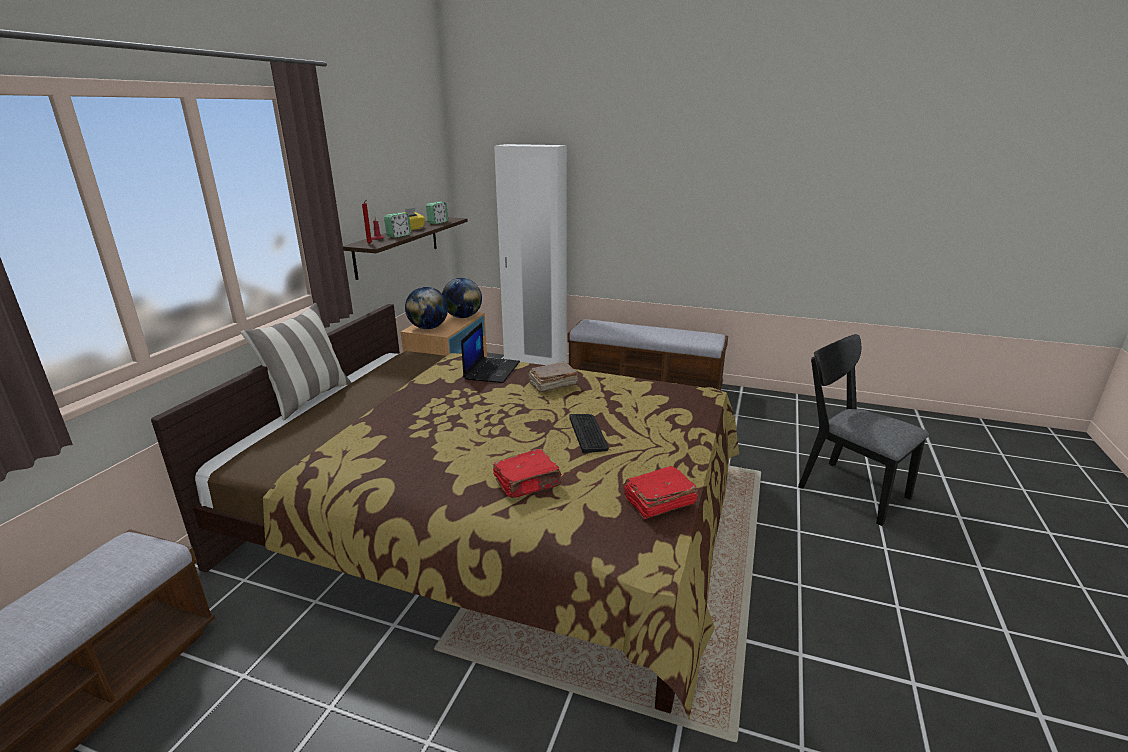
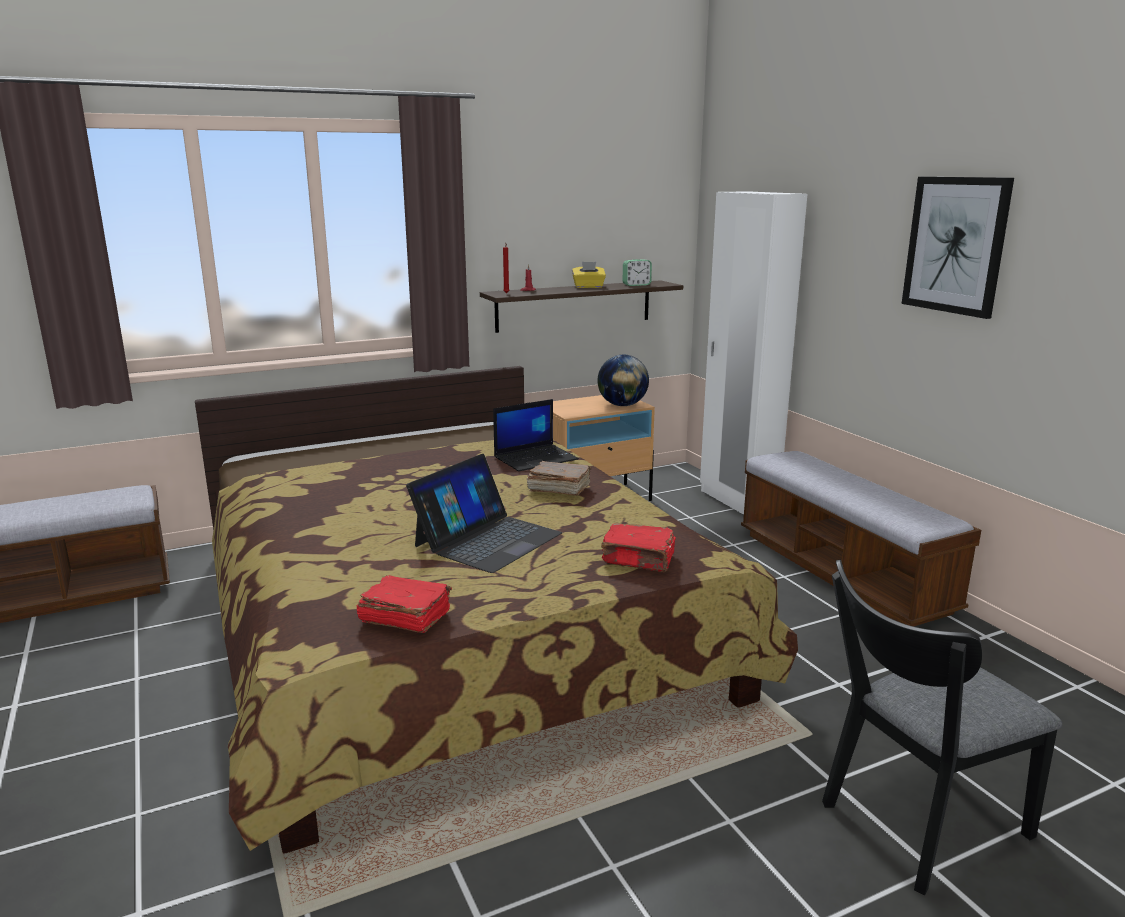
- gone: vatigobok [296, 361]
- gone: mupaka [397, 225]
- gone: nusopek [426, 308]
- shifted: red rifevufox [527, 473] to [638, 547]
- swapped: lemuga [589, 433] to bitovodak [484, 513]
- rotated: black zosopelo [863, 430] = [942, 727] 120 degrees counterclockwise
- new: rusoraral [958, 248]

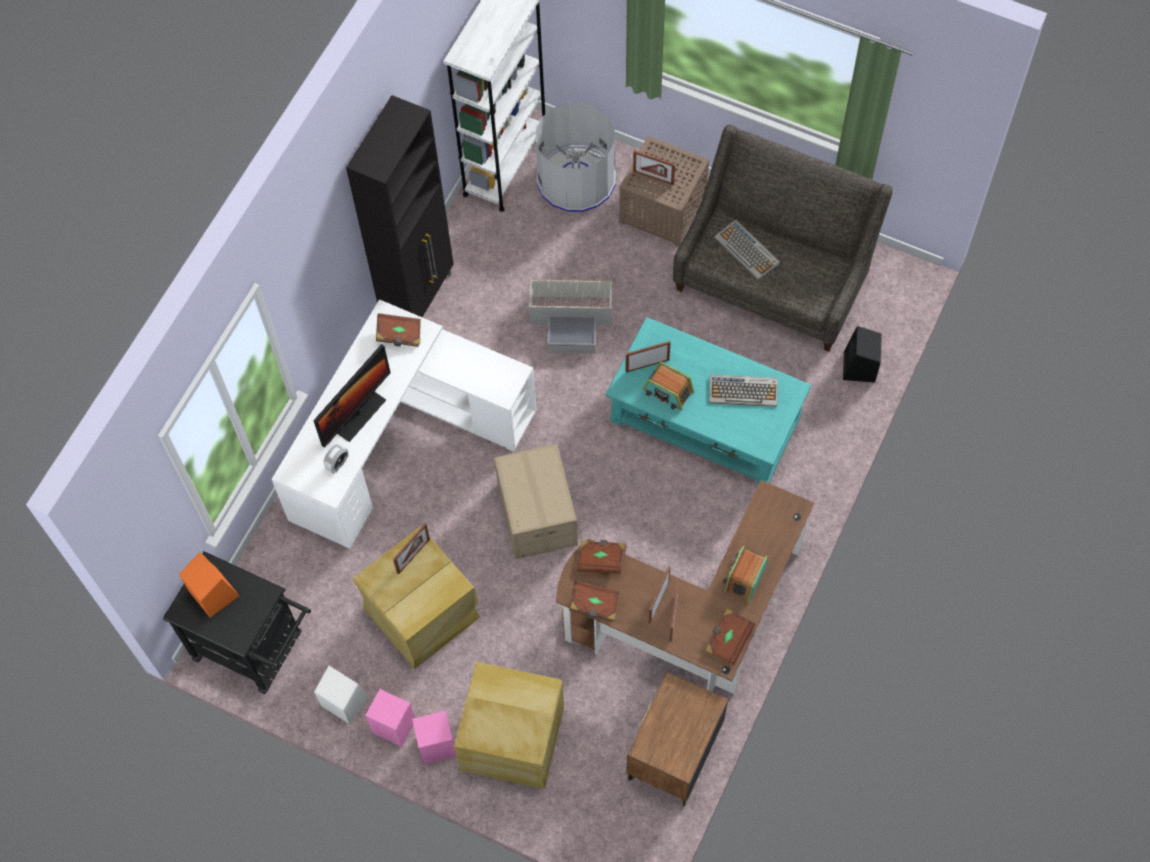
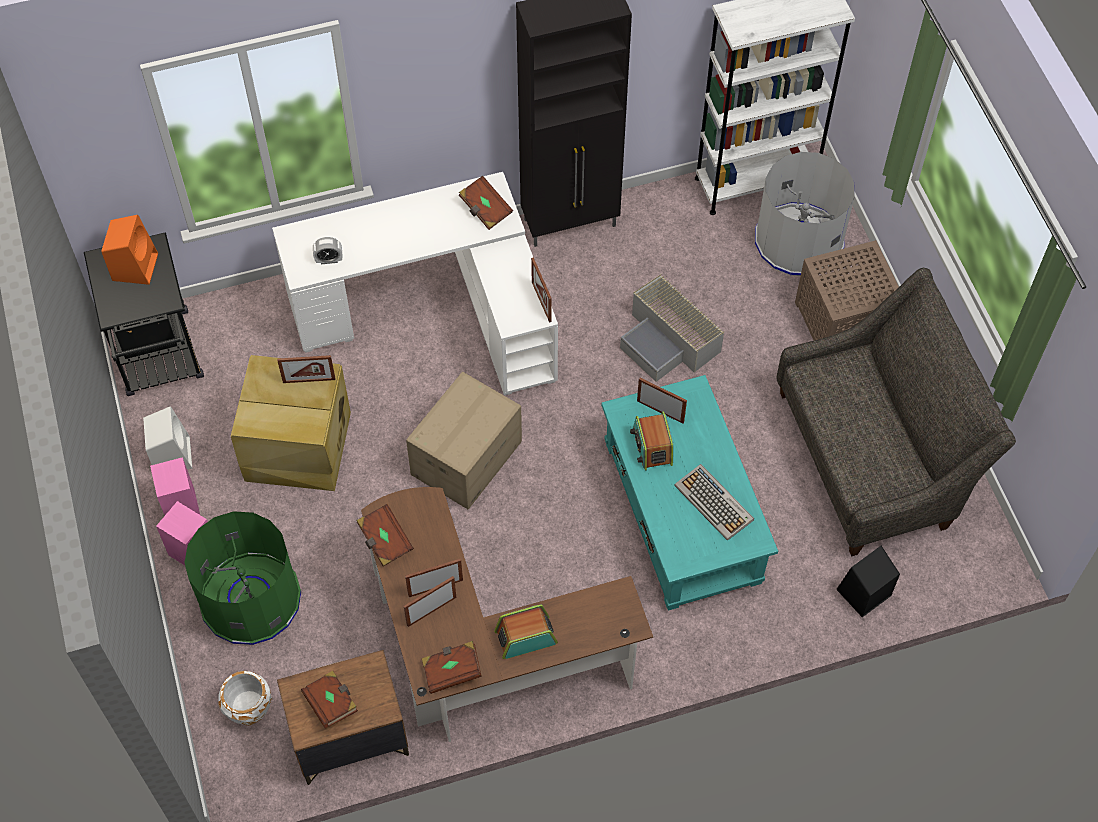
- gone: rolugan [352, 396]
- swapped: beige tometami [509, 725] to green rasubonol [242, 578]
- shifted: brown rifevufox [601, 557] to [329, 700]
- shifted: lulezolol [654, 167] to [541, 290]
- gone: lemuga [747, 249]
- new: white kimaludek [245, 698]

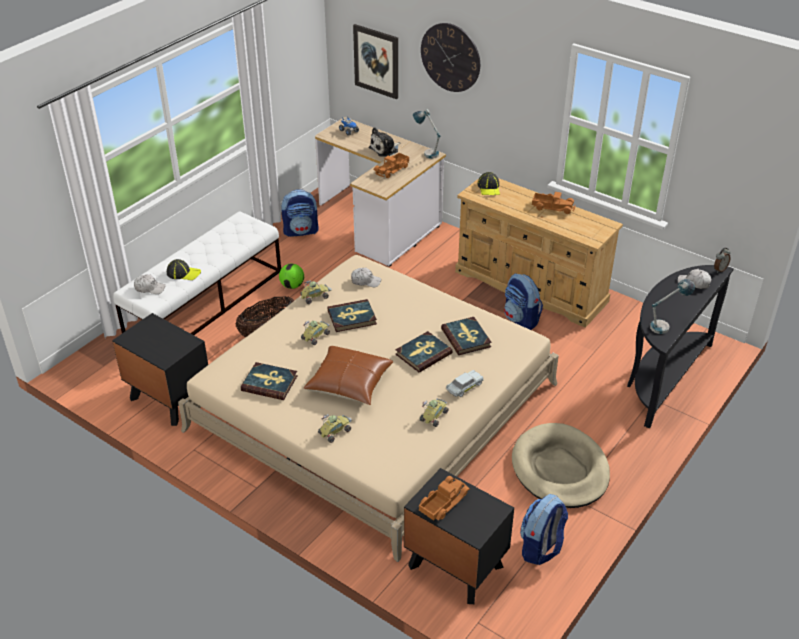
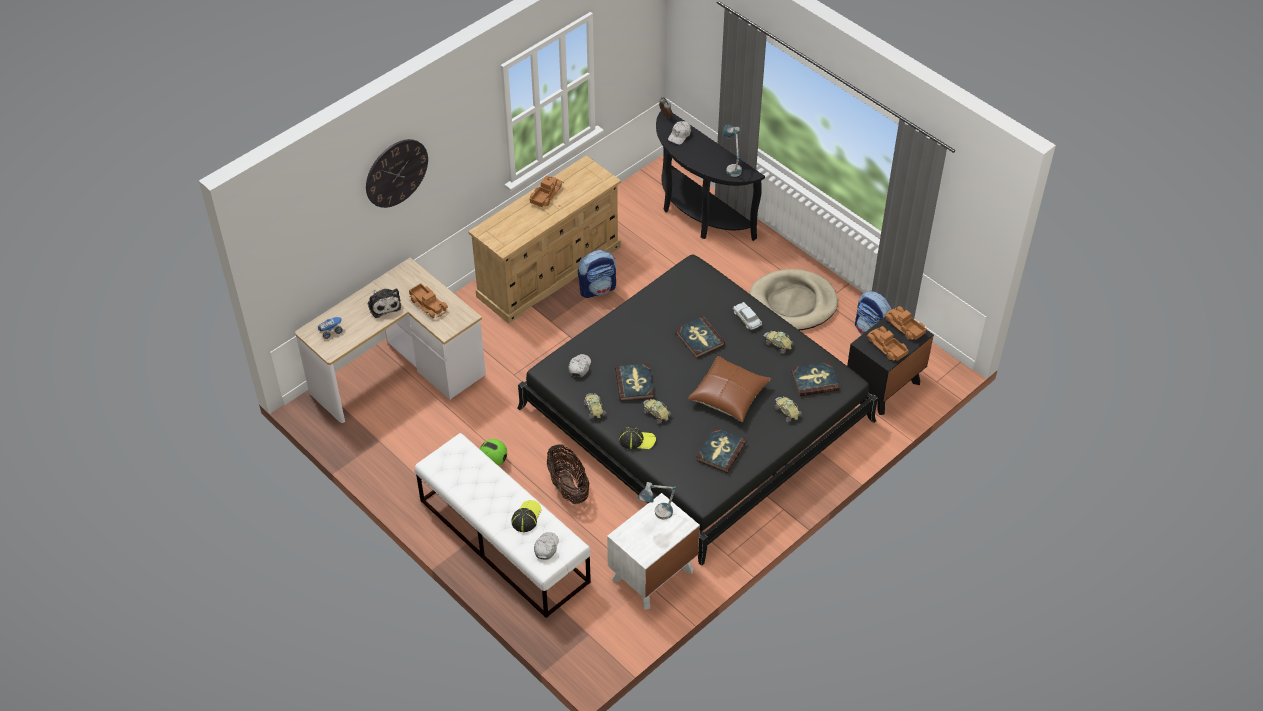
- repainted: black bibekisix [160, 369] to white bibekisix [653, 551]
- repainted: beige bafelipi [368, 408] to black bafelipi [697, 410]
- gone: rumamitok [300, 213]
- gone: rusoraral [375, 61]
- shifted: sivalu [426, 134] to [656, 500]
- shifted: rifevufox [466, 336] to [815, 378]
- shifted: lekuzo [488, 183] to [637, 437]
- new: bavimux [905, 323]

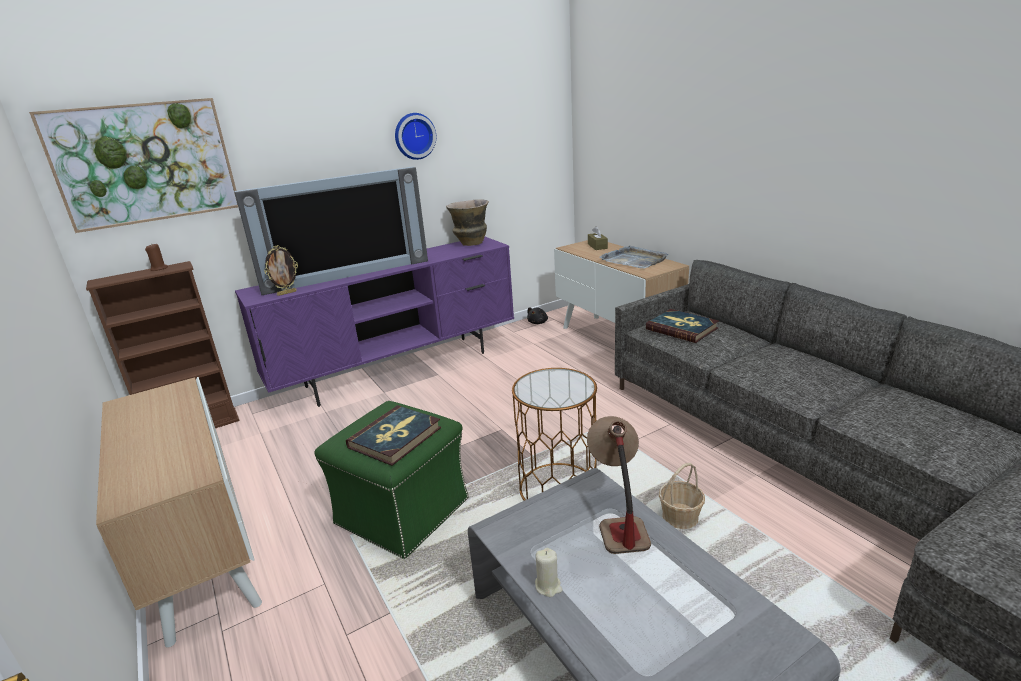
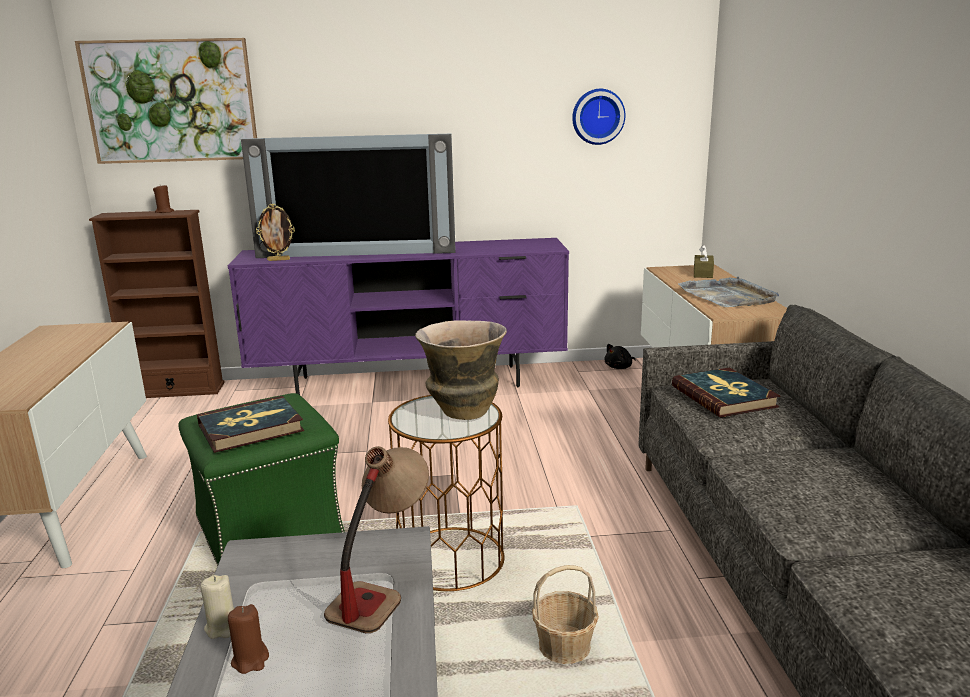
- shifted: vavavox [415, 136] to [598, 117]
- shifted: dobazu [467, 222] to [461, 370]
- new: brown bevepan [248, 639]

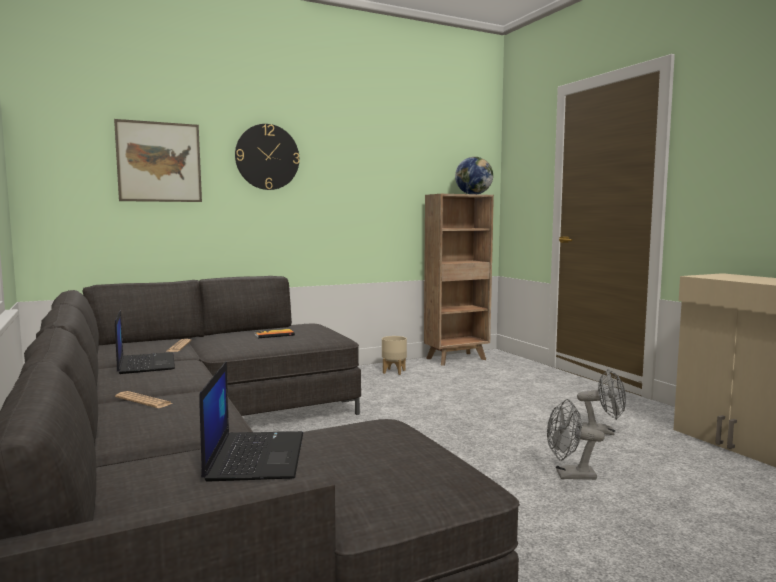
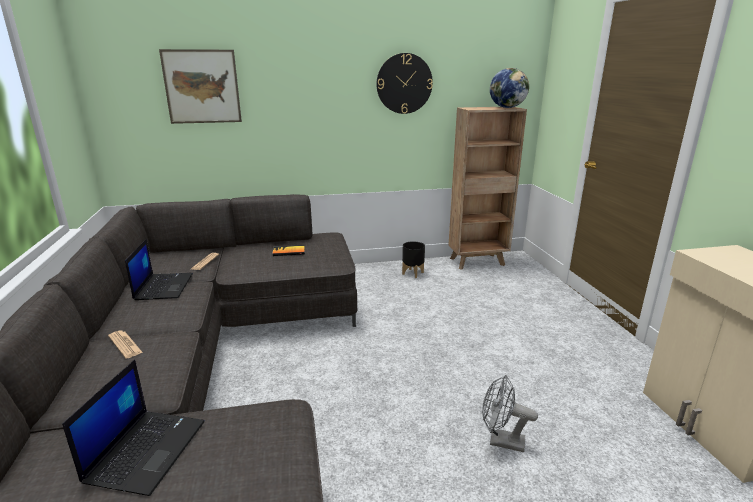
- shifted: vavavox [267, 157] to [404, 83]
- repainted: beige kimaludek [394, 355] to black kimaludek [413, 259]
- gone: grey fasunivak [601, 402]

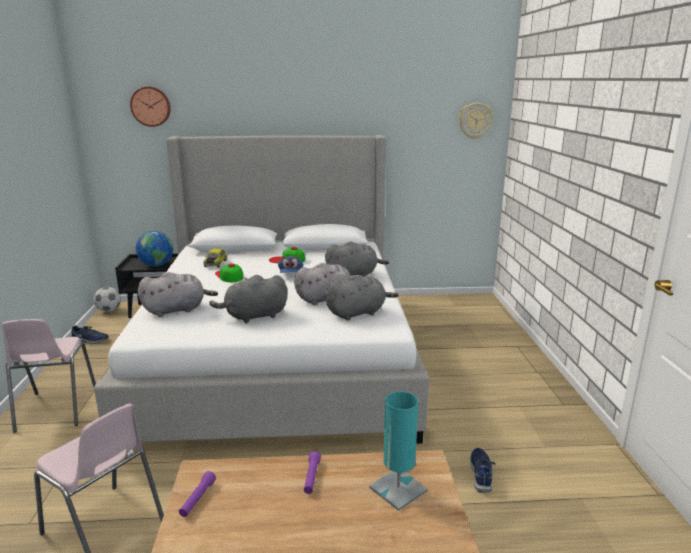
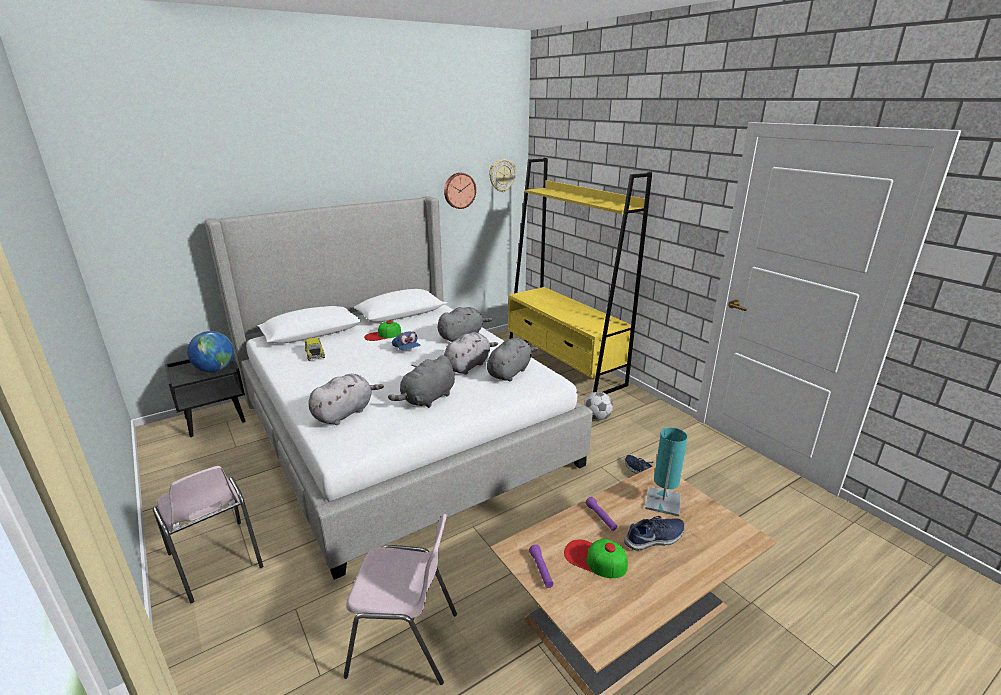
- shifted: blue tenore [90, 334] to [654, 533]
- shifted: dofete [107, 299] to [598, 406]
- shifted: vavavox [150, 107] to [460, 191]
- shifted: lekuzo [229, 272] to [596, 558]
- new: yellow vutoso [580, 276]

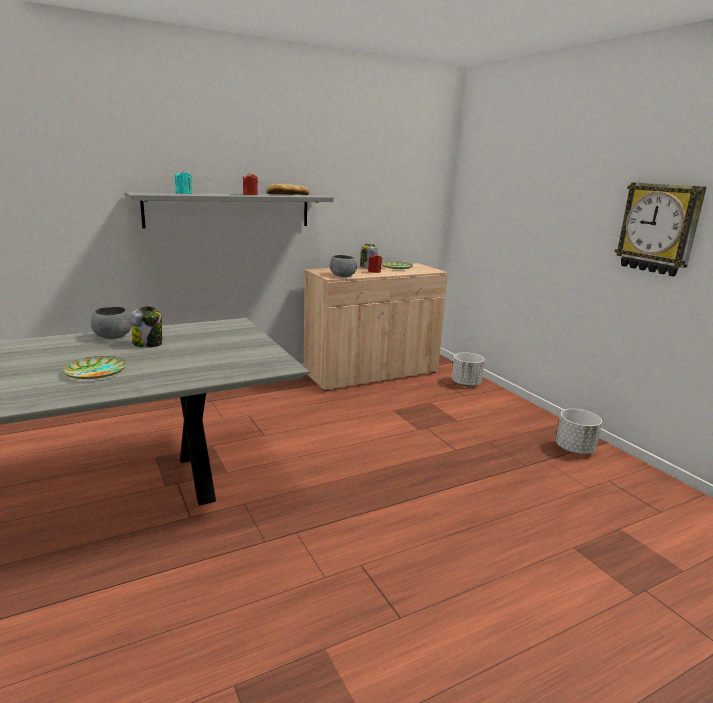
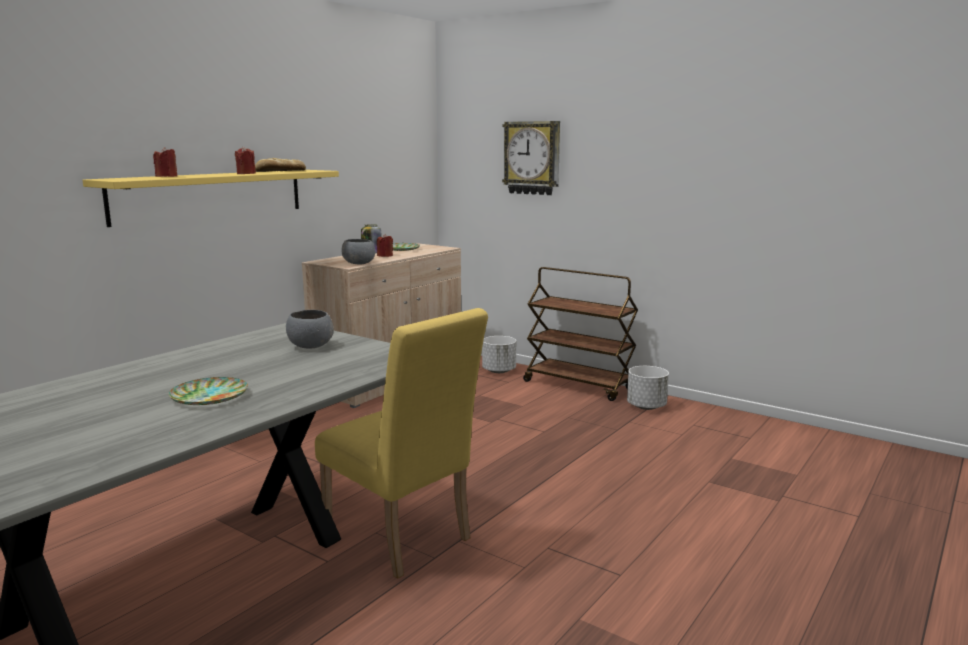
- shifted: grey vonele [111, 323] to [310, 329]
- repainted: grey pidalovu [229, 210] to yellow pidalovu [210, 198]
- gone: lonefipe [146, 327]
- repainted: turquoise bevepan [183, 182] to red bevepan [165, 162]
- shifted: vavavox [660, 229] to [531, 158]
- new: yellow zosopelo [401, 443]
- new: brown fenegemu [580, 334]

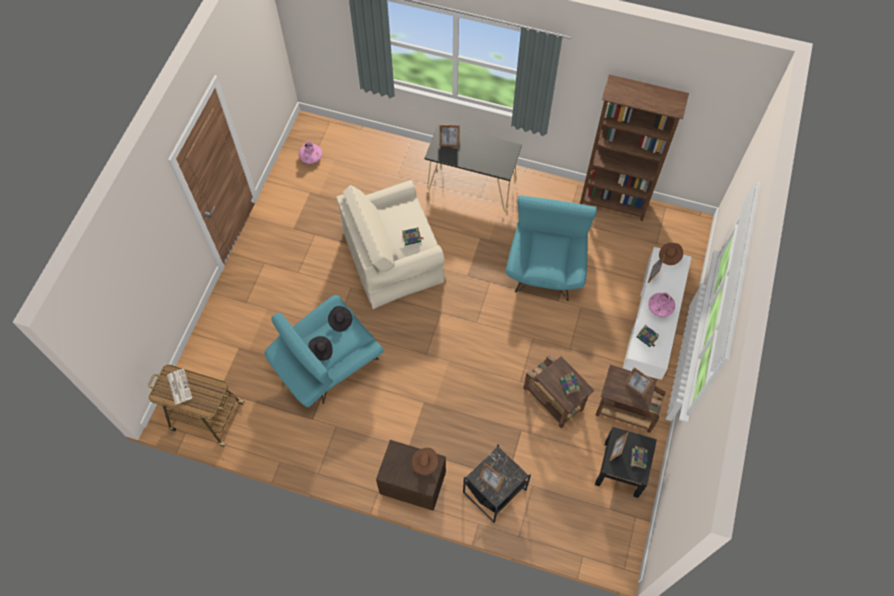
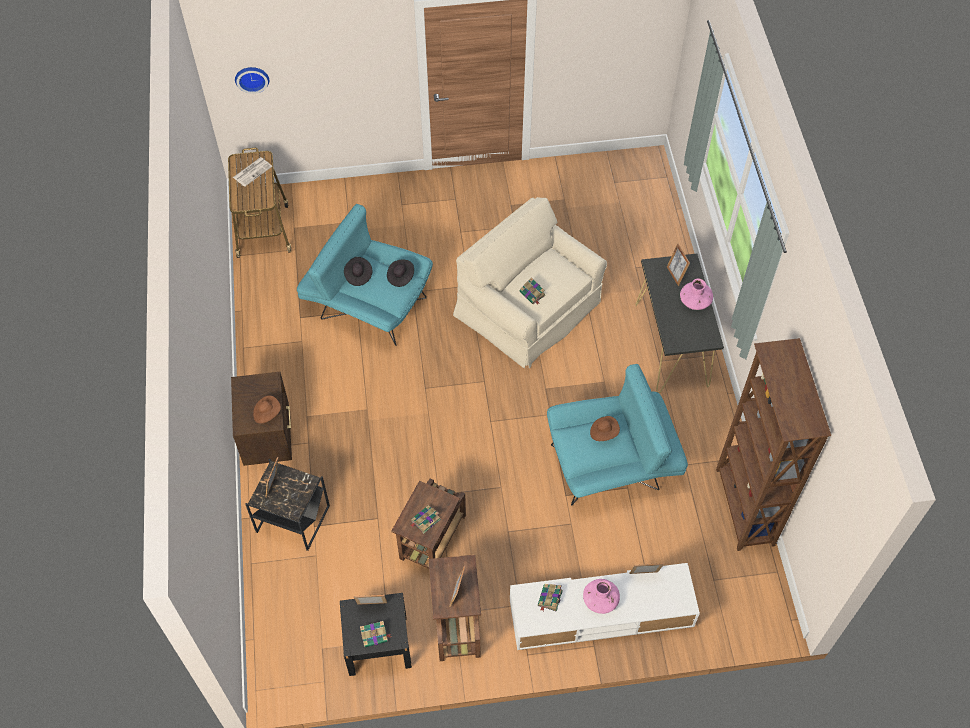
- shifted: pink dobazu [310, 153] to [696, 294]
- shifted: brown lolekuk [671, 254] to [605, 428]
- new: vavavox [252, 80]

